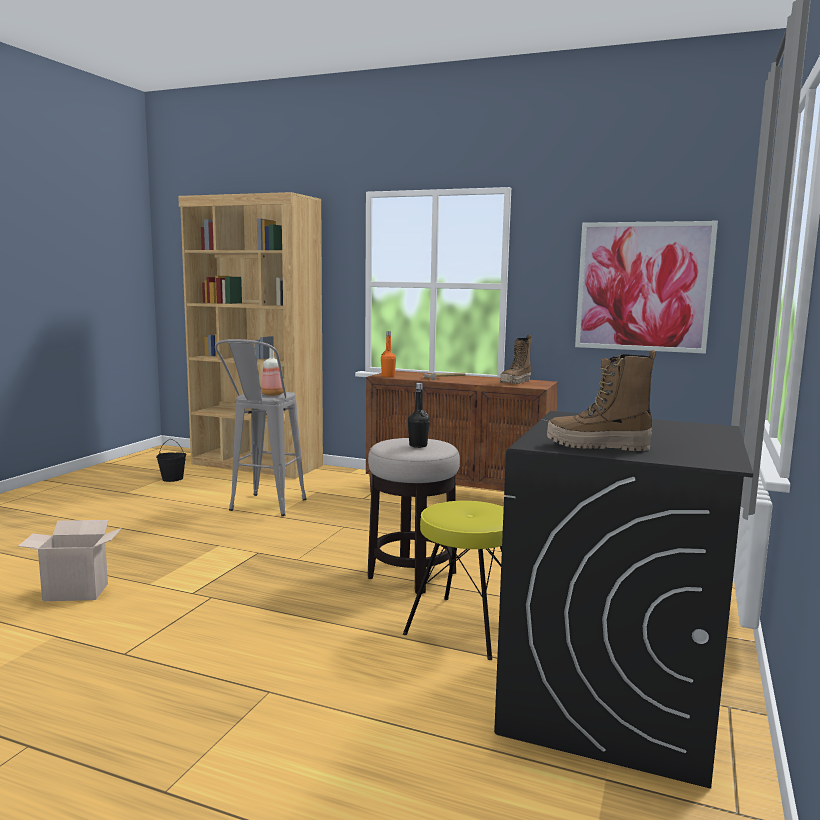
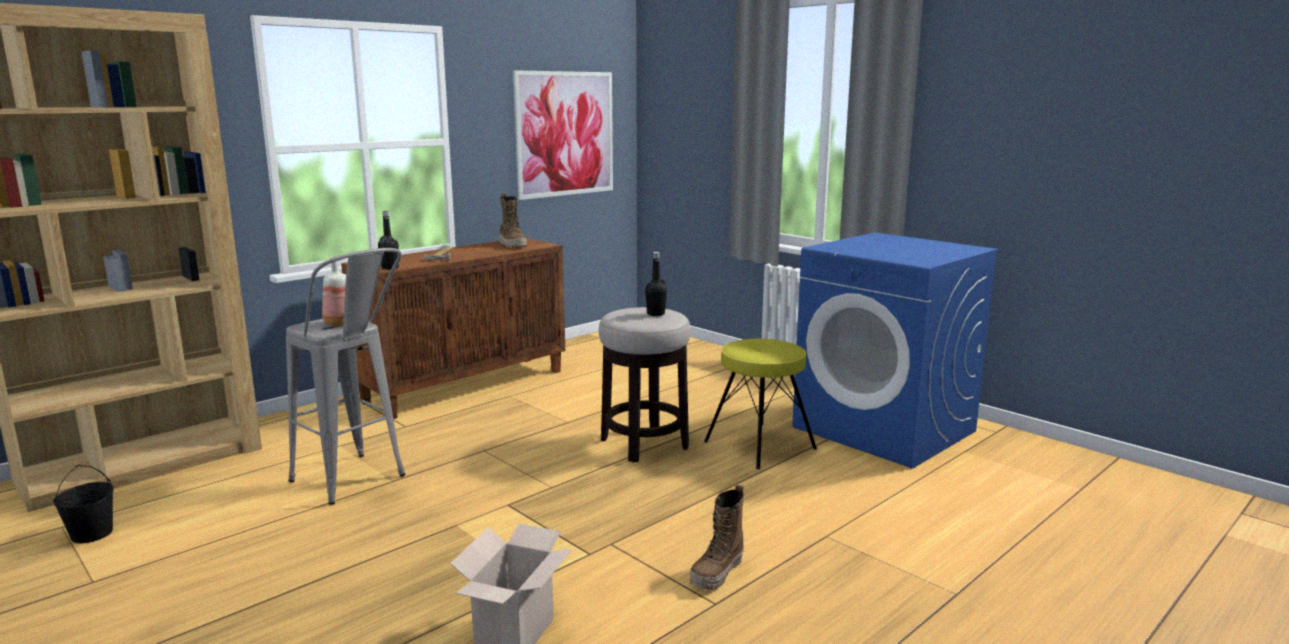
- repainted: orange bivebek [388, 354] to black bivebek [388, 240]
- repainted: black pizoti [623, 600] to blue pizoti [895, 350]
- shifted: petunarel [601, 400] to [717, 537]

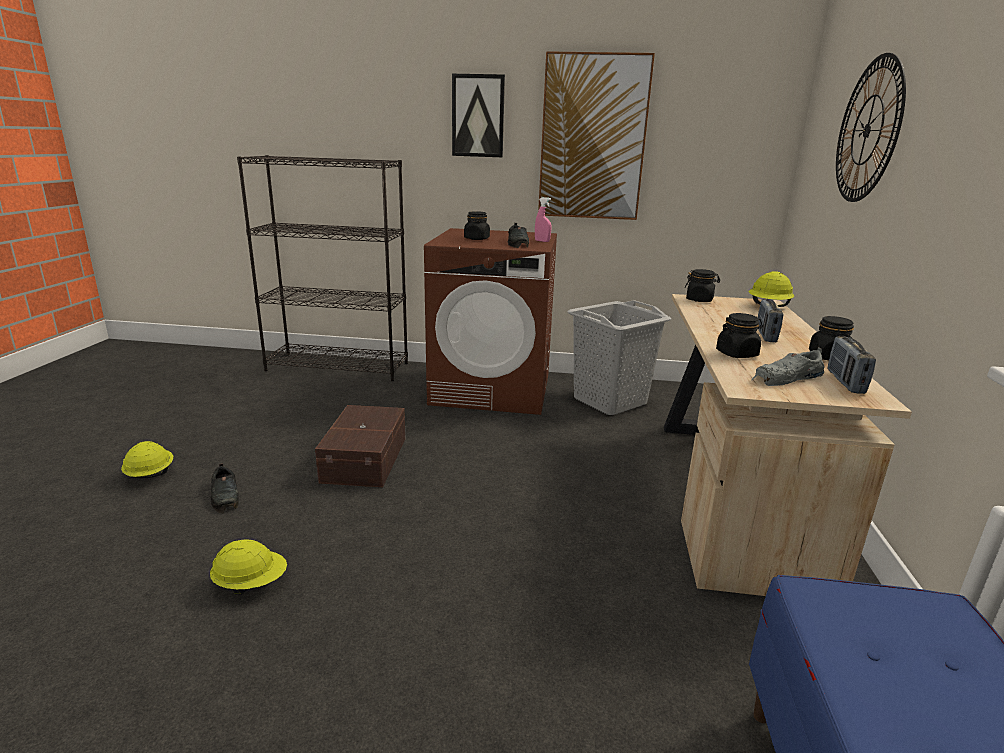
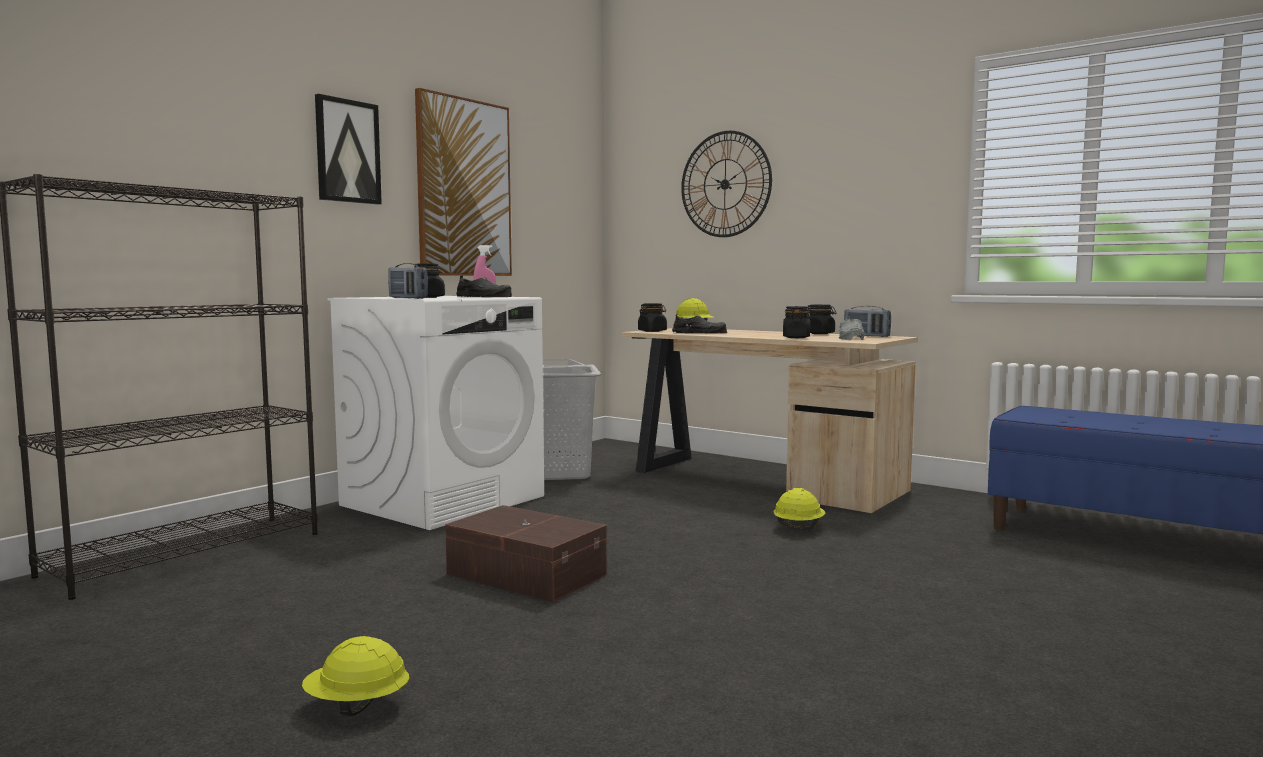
- shifted: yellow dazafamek [248, 567] to [799, 509]
- shifted: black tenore [225, 489] to [699, 324]
- repainted: brown pizoti [490, 321] to white pizoti [435, 413]
- shifted: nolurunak [771, 320] to [408, 281]

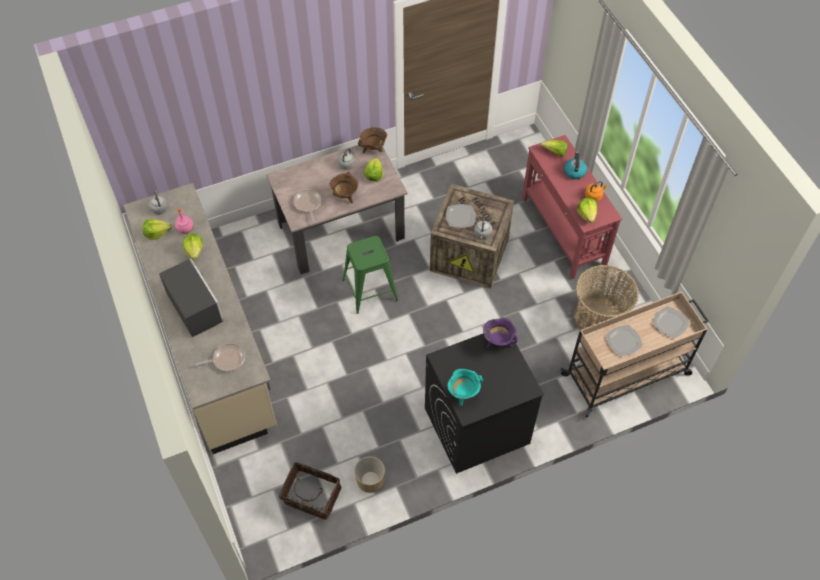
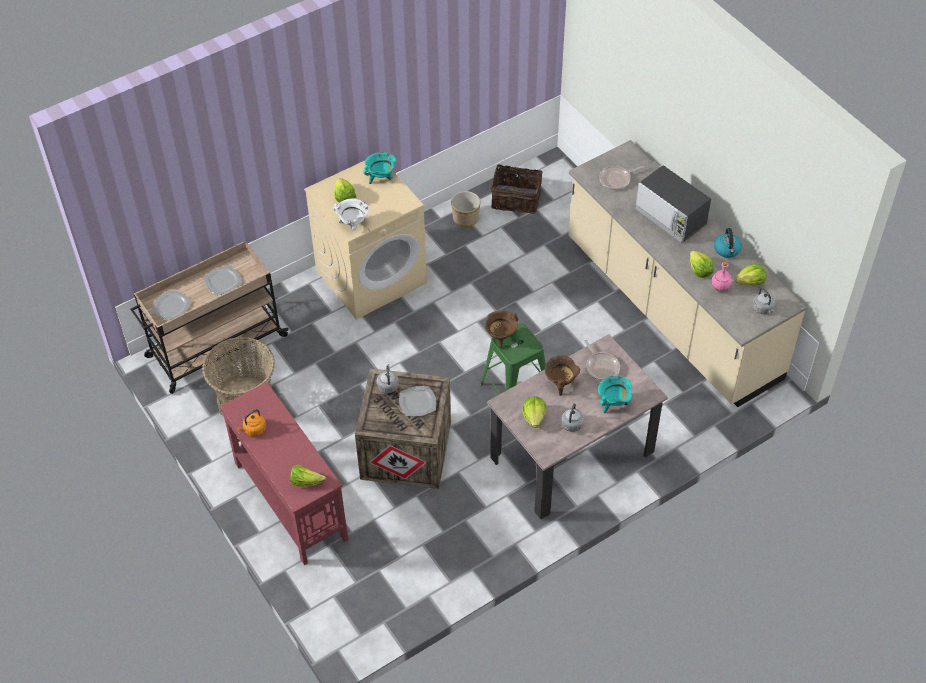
- shifted: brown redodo [372, 140] to [501, 329]
- repainted: black pizoti [484, 404] to beige pizoti [365, 240]
- repainted: purple redodo [500, 332] to white redodo [351, 214]
- shifted: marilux [575, 165] to [728, 243]
- shifted: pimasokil [587, 210] to [345, 190]
- new: turquoise redodo [615, 394]

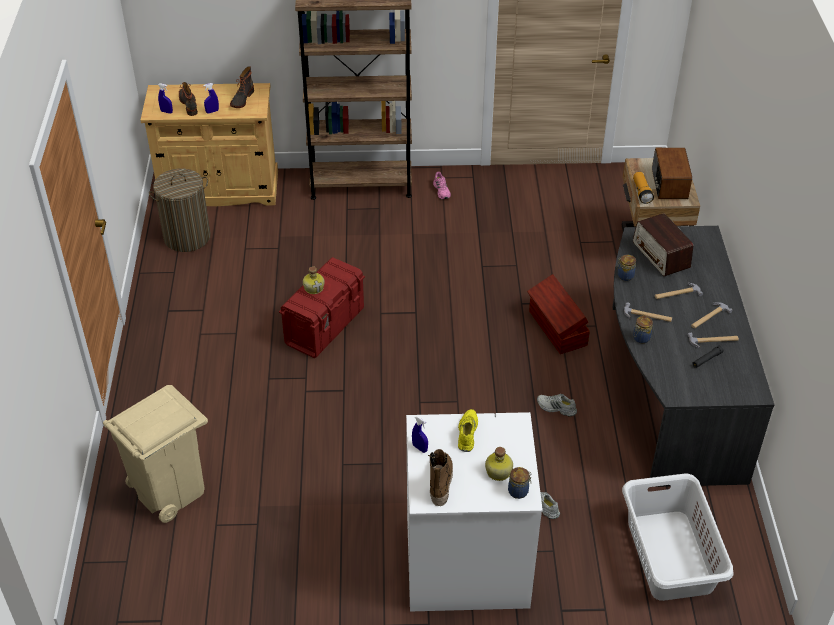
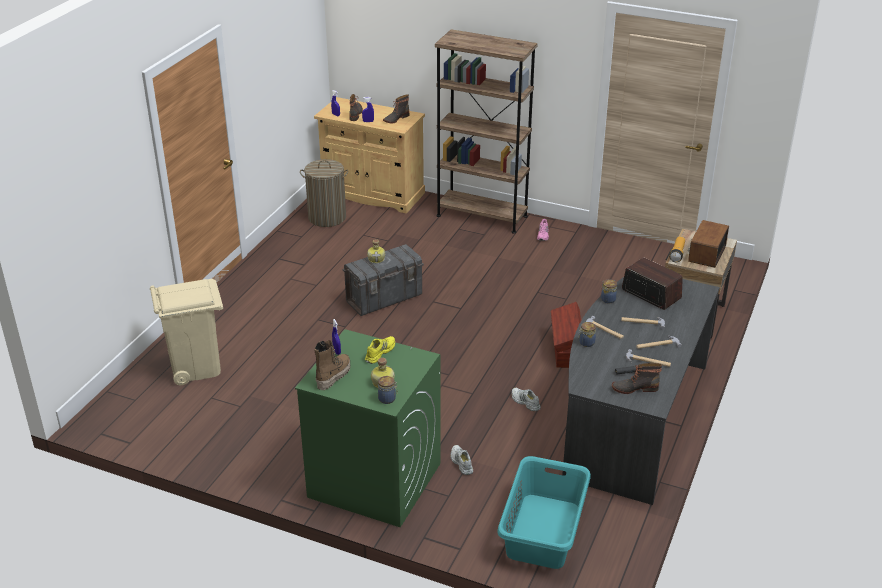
- repainted: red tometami [322, 307] to grey tometami [383, 280]
- repainted: white pizoti [474, 511] to green pizoti [367, 428]
- repainted: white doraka [678, 537] to turquoise doraka [544, 512]
- rotated: nolurunak [663, 244] = [652, 283] 135 degrees clockwise
- new: petunarel [637, 378]

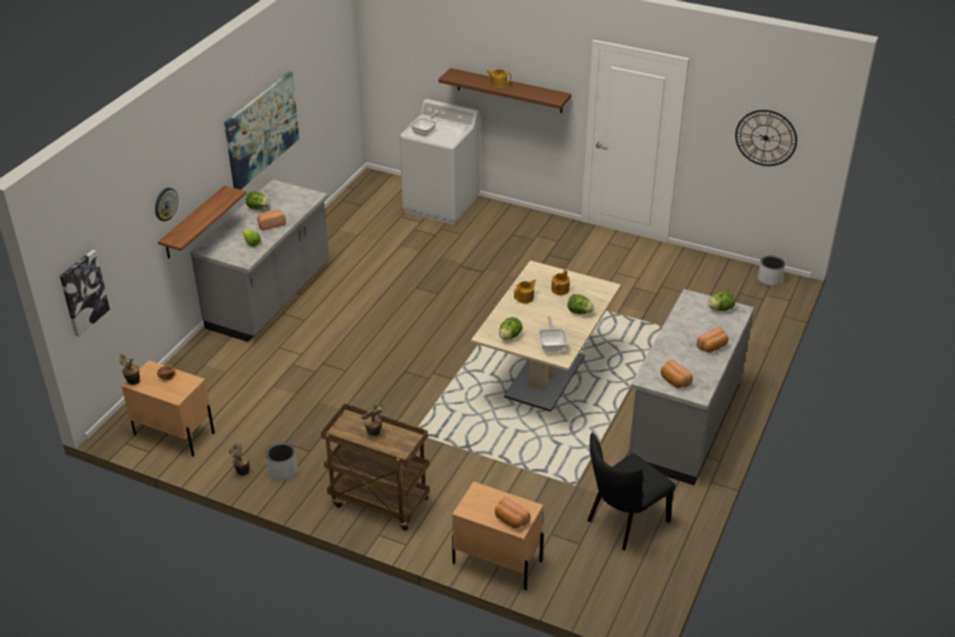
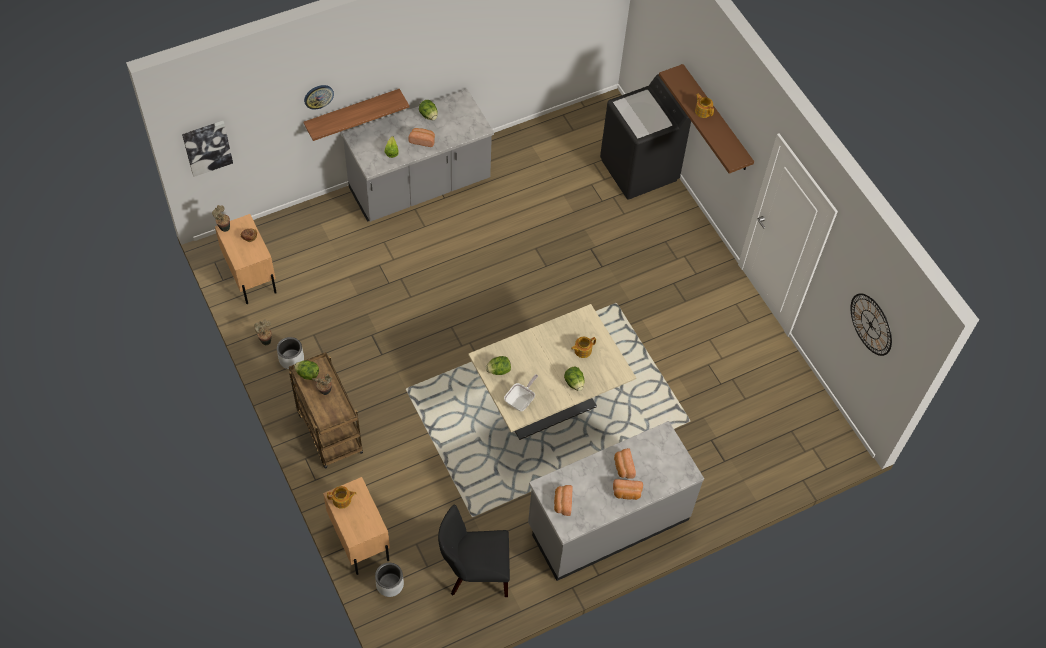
- gone: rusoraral [261, 130]
- repainted: white pizoti [439, 162] to black pizoti [645, 137]
- gone: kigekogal [424, 124]
- shifted: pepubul [513, 512] to [625, 463]
- shifted: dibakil [525, 291] to [342, 497]
- shifted: pimasokil [721, 301] to [306, 370]
- shifted: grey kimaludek [771, 271] to [389, 580]

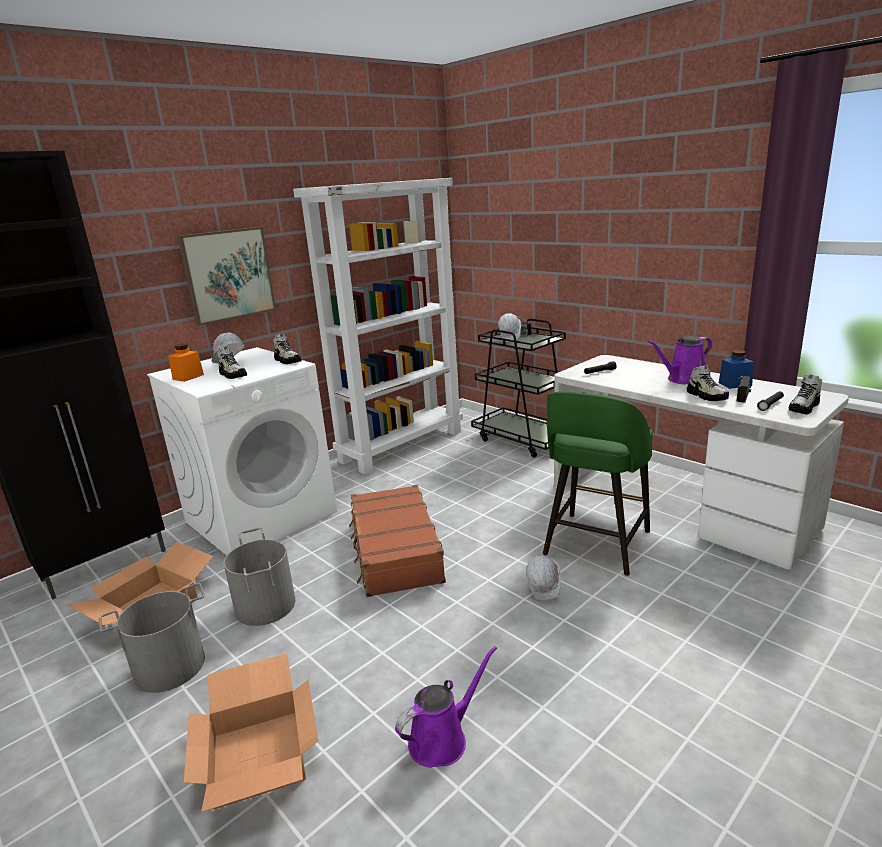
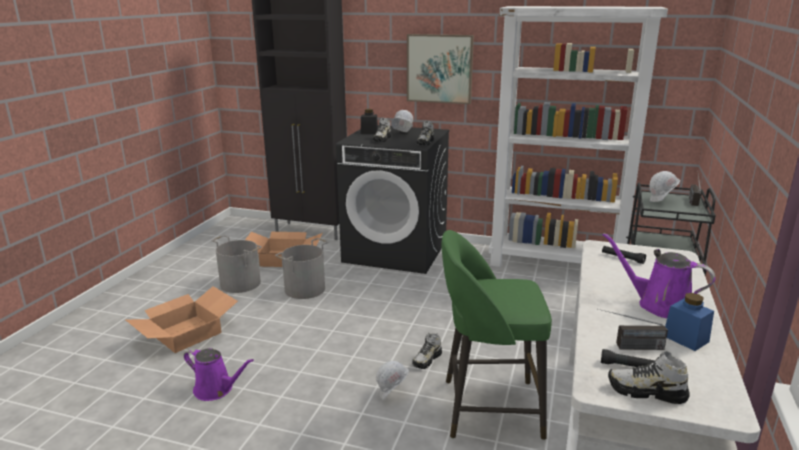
- repainted: white pizoti [242, 451] to black pizoti [392, 199]
- repainted: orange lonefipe [186, 363] to black lonefipe [369, 121]
- gone: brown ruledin [397, 541]
- shifted: tenore [708, 383] to [427, 351]

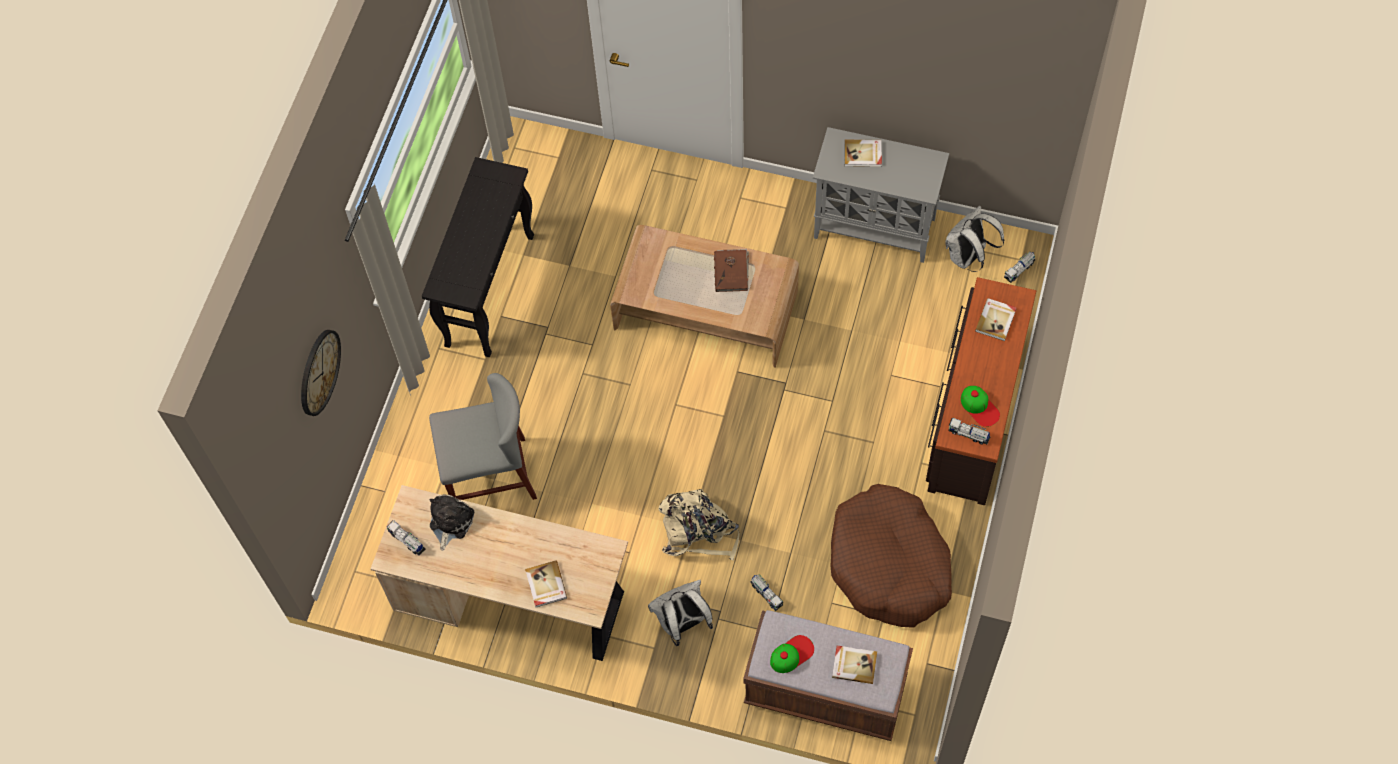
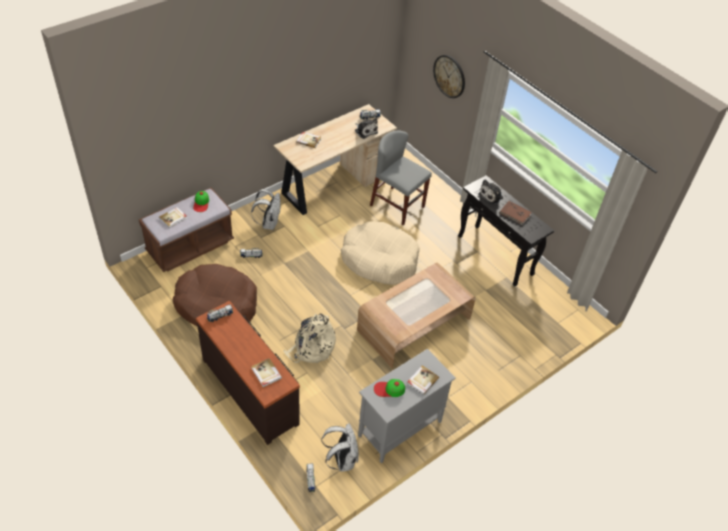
- rotated: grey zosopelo [483, 436] = [401, 177] 105 degrees clockwise
- shifted: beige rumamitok [698, 525] to [309, 338]
- shifted: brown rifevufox [731, 270] to [515, 213]
- shifted: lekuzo [980, 406] to [389, 388]
- new: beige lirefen [380, 253]
- new: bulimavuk [490, 191]

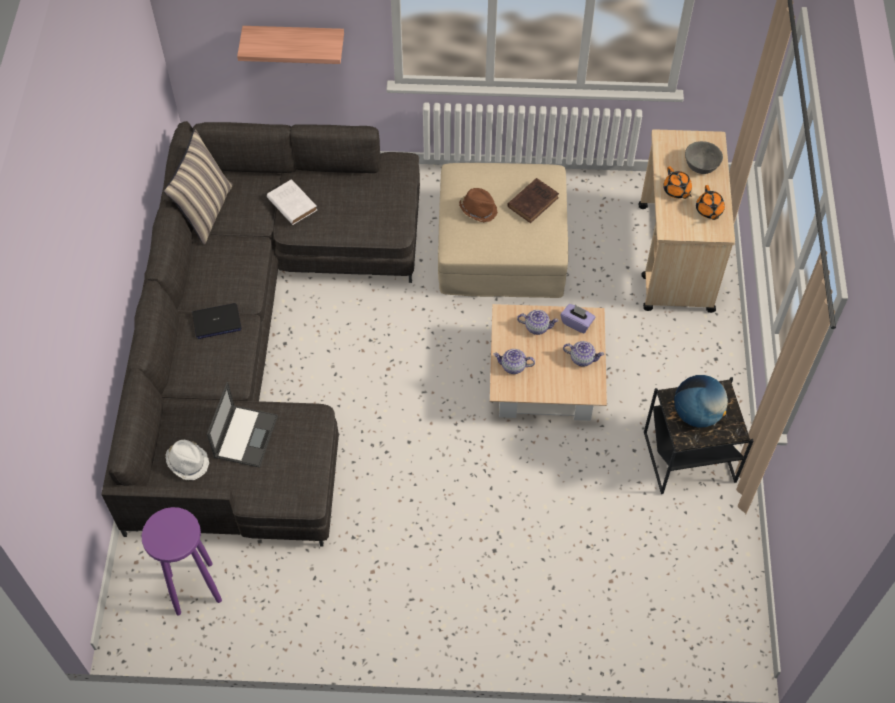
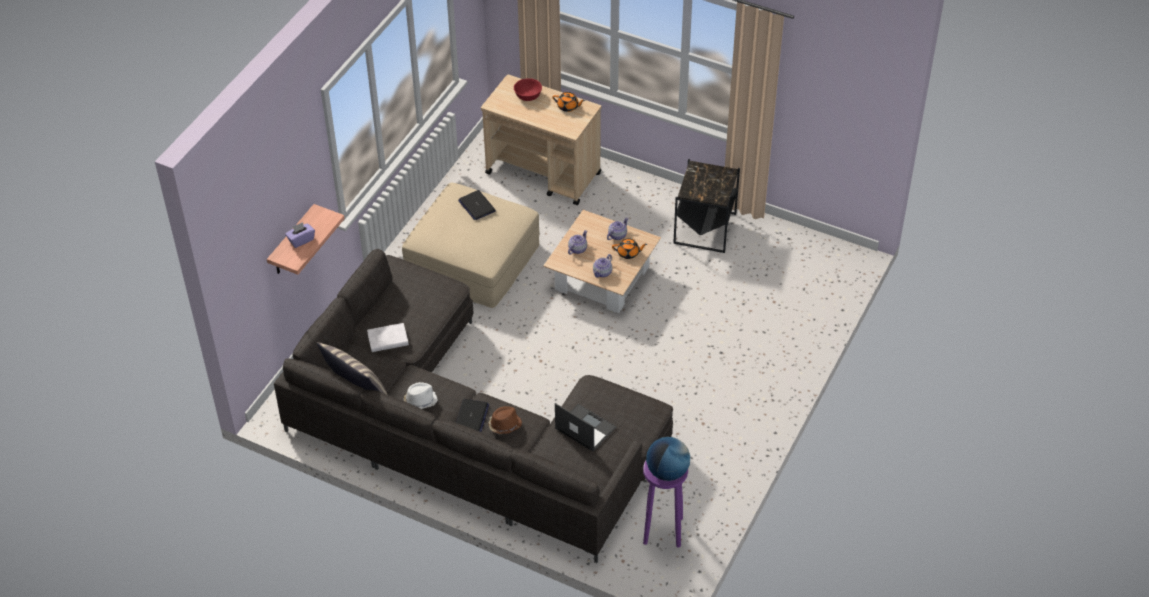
- shifted: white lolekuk [187, 460] to [421, 395]
- shifted: brown lolekuk [478, 205] to [505, 420]
- swapped: brown rifevufox [533, 200] to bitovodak [477, 205]
- shifted: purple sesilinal [578, 319] to [300, 235]
- shifted: orange dibakil [677, 182] to [629, 248]
- shifted: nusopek [701, 401] to [668, 459]
- repainted: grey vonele [704, 157] to red vonele [528, 89]

